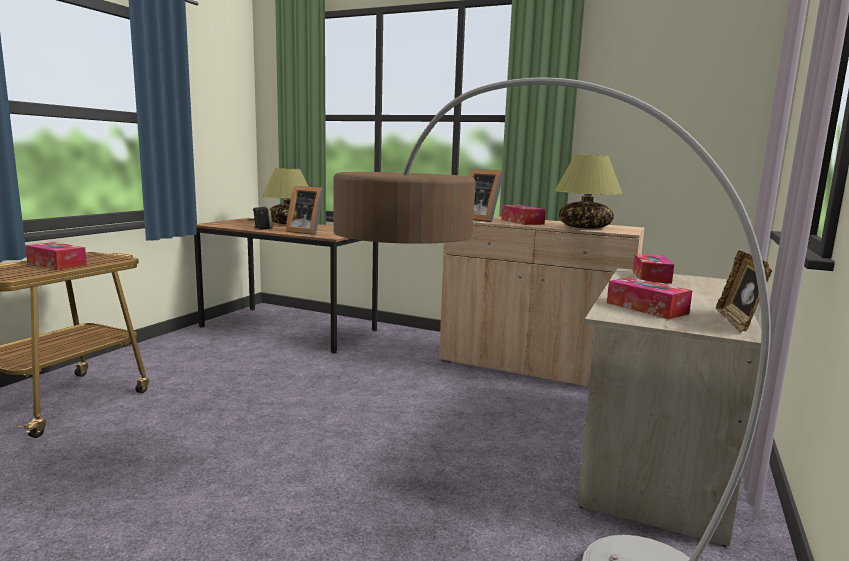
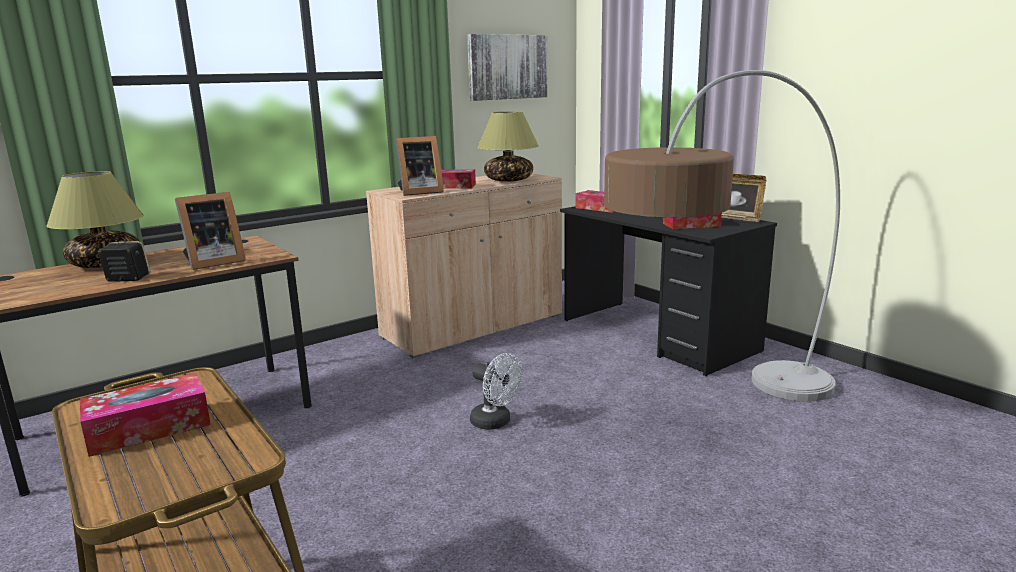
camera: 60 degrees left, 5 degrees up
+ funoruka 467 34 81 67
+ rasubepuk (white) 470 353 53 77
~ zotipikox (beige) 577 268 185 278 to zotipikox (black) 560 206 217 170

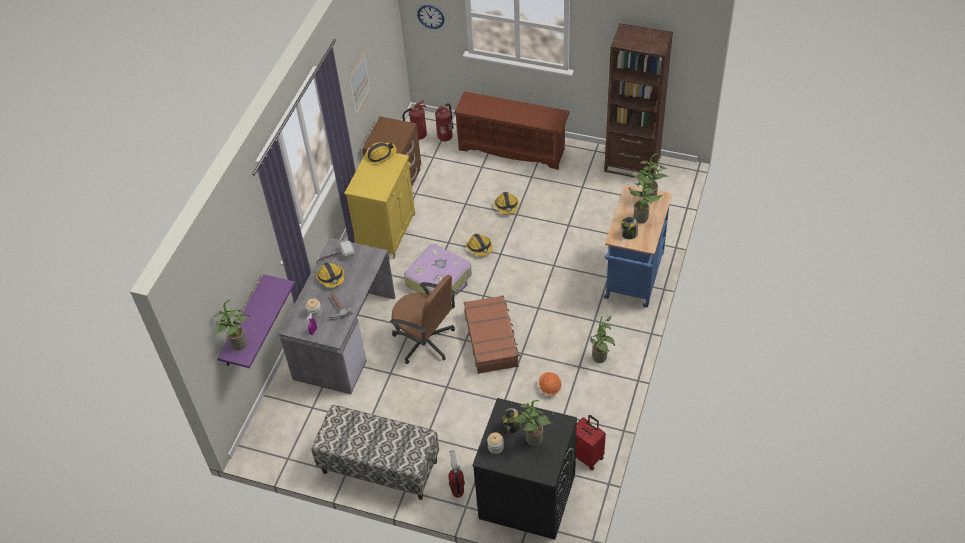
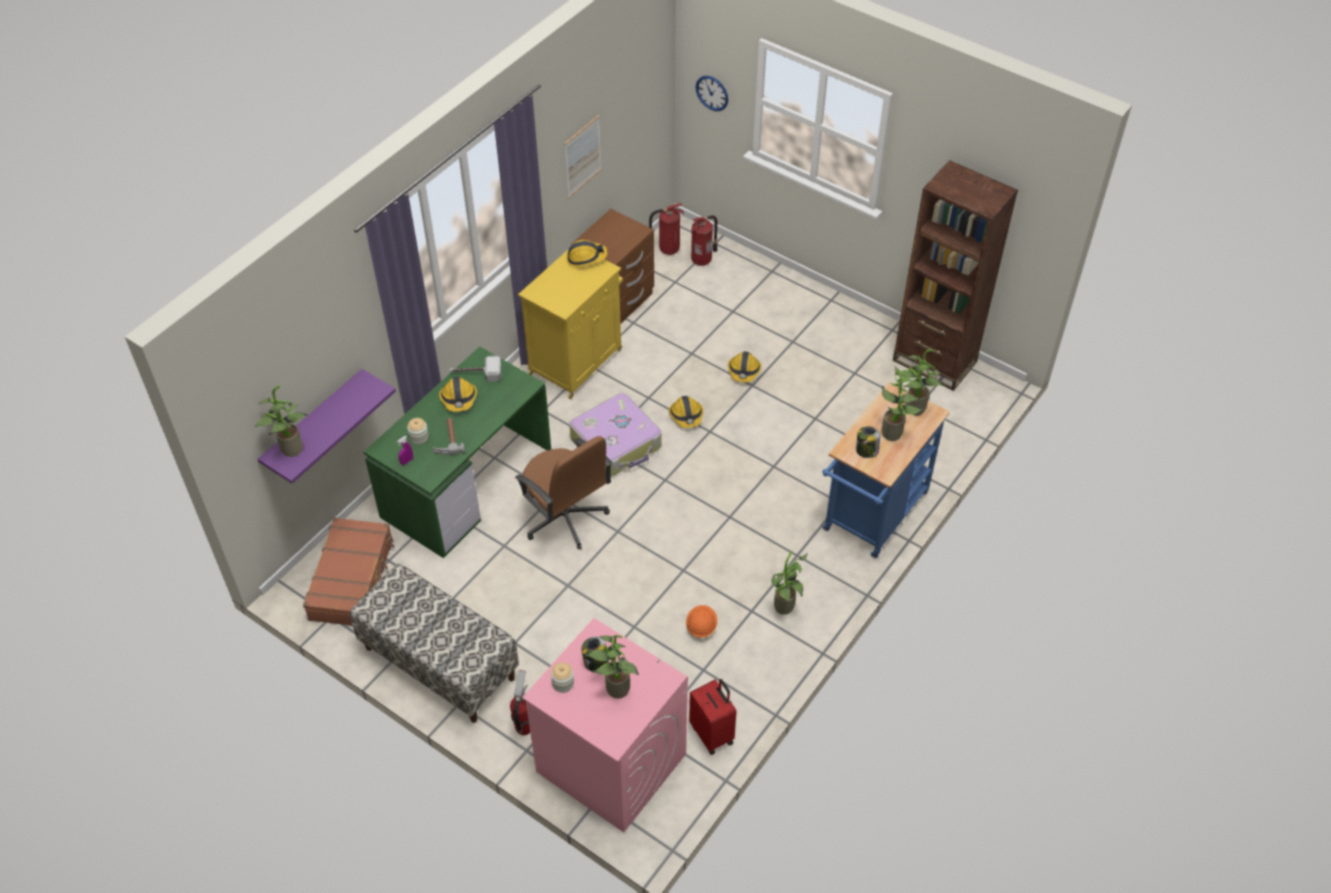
camera: 15 degrees right, 0 degrees up
~ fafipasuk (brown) 464 295 57 79 to 303 517 92 109
~ zotipikox (grey) 279 238 117 156 to zotipikox (green) 364 347 187 211
~ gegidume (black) 472 398 105 142 to gegidume (pink) 522 618 166 214
- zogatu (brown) 453 92 117 78

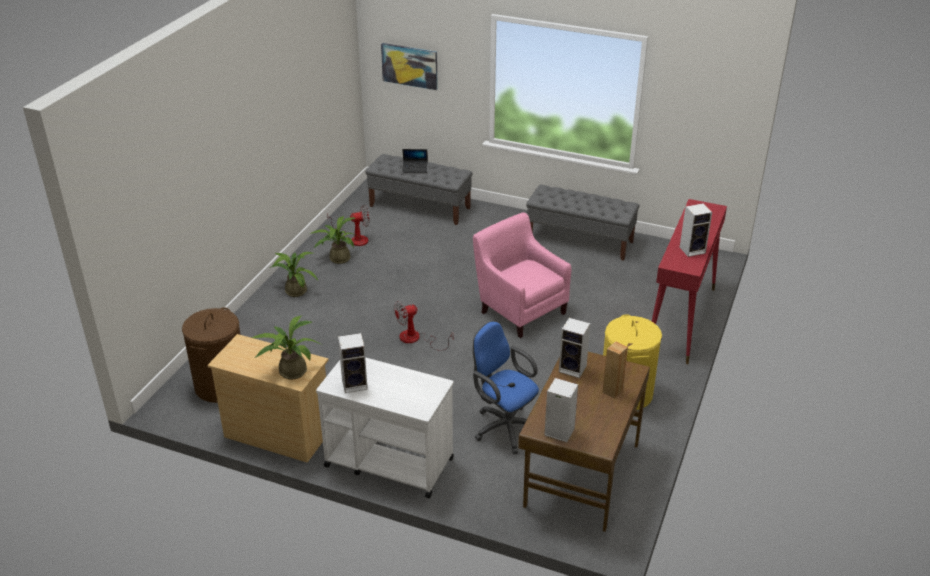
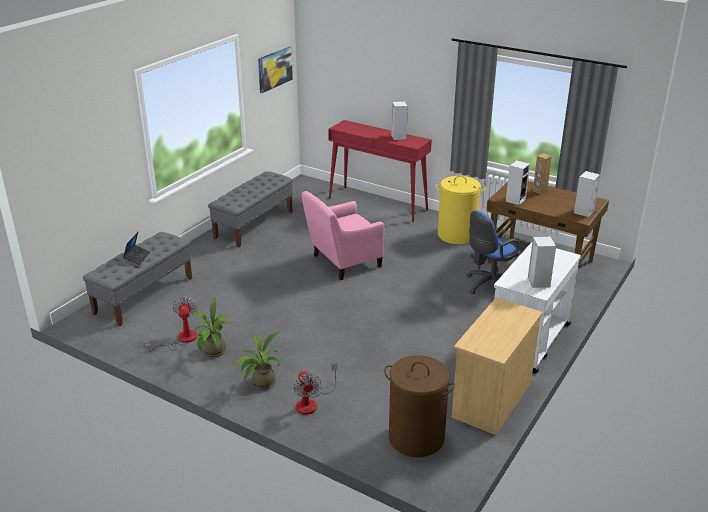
camera: 80 degrees left, 5 degrees down
~ funoruka 381 43 57 47 to 258 46 35 47
~ rasubepuk 394 301 59 50 to 294 363 43 52
- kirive 251 316 71 63

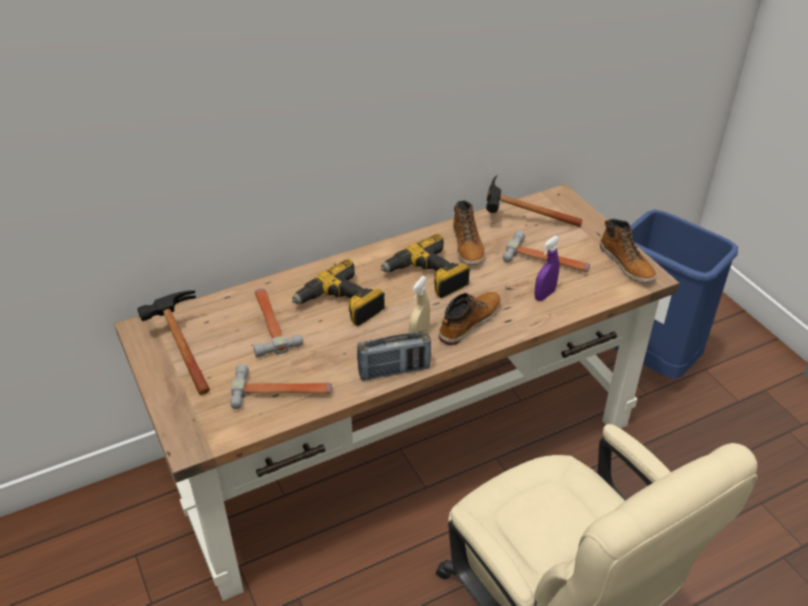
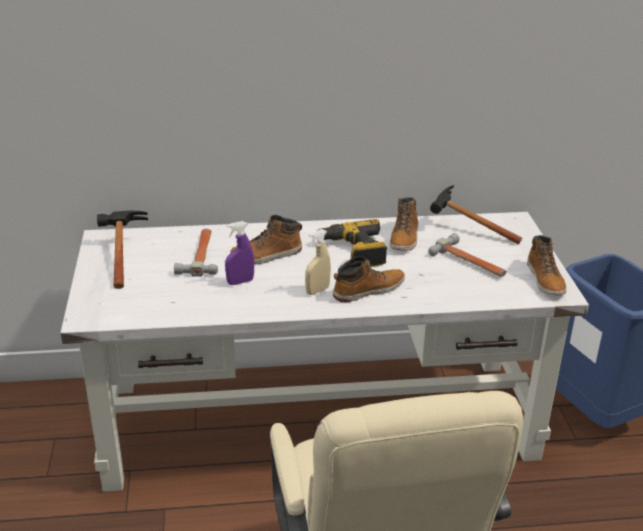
camera: 20 degrees right, 10 degrees down
~ zotipikox (brown) 114 184 565 417 to zotipikox (white) 61 212 528 280
~ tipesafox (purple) 534 236 26 65 to 225 221 29 64
~ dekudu 292 259 93 67 to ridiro 230 215 72 49
- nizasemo 230 364 102 45
- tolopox 357 331 74 50

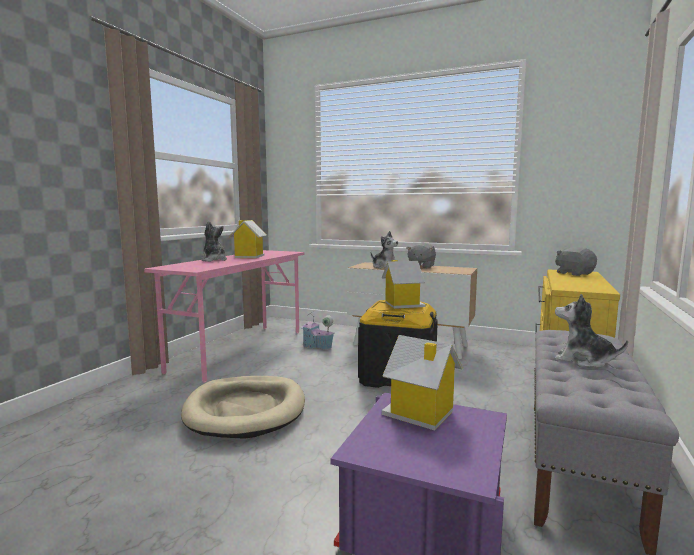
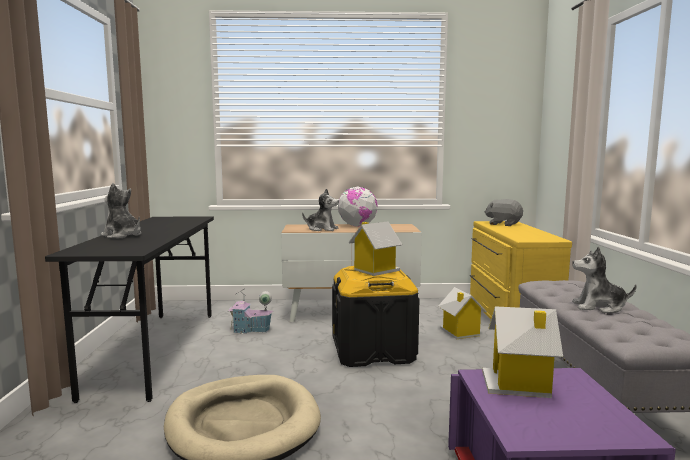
camera: 25 degrees left, 0 degrees up
~ zotipikox (pink) 144 250 160 133 to zotipikox (black) 45 216 169 187
~ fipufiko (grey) 406 243 30 26 to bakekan 338 187 40 40
~ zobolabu 229 220 38 38 to 438 287 49 52

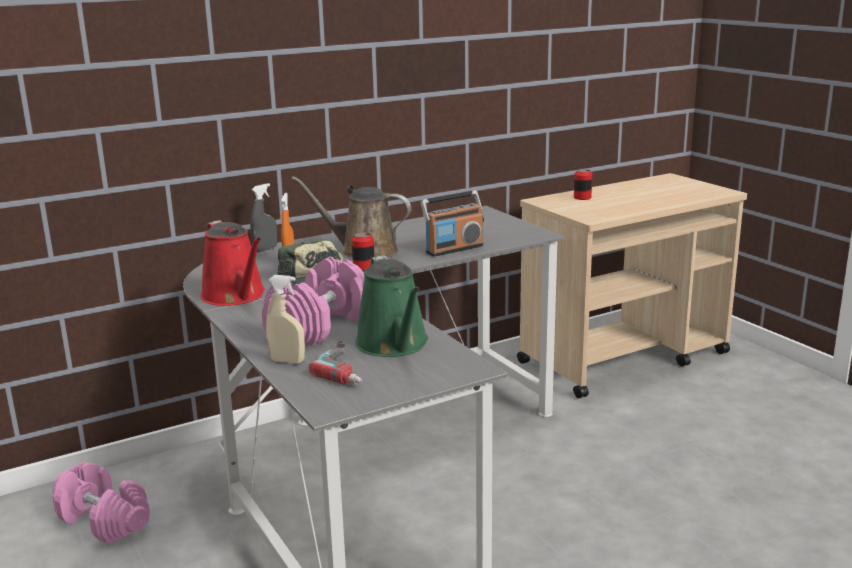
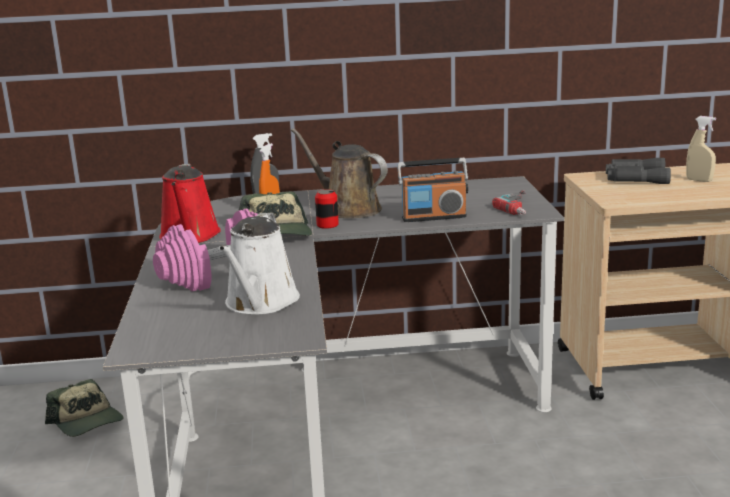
camera: 25 degrees right, 0 degrees up
~ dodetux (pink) 52 462 98 82 to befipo 45 379 79 58
~ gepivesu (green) 355 255 73 102 to gepivesu (white) 219 213 81 102
~ dekudu 309 341 53 43 to 492 190 34 25
~ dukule 574 169 18 31 to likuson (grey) 606 158 65 26
~ tipesafox (beige) 266 275 39 89 to 686 116 30 66

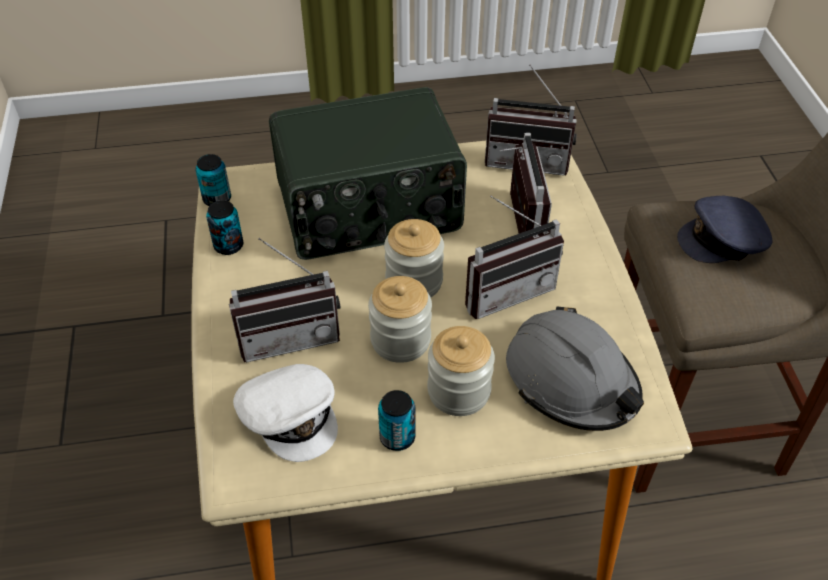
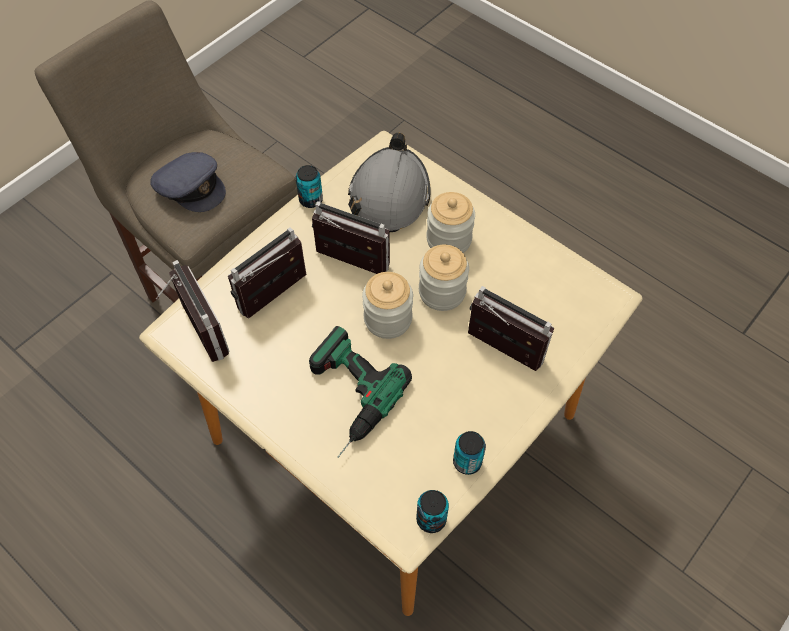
camera: 130 degrees left, 10 degrees up
~ dukule 378 390 38 61 to 296 165 27 43
~ tolopox 269 87 198 173 to dekudu 309 326 103 132
- befipo (white) 233 364 105 98

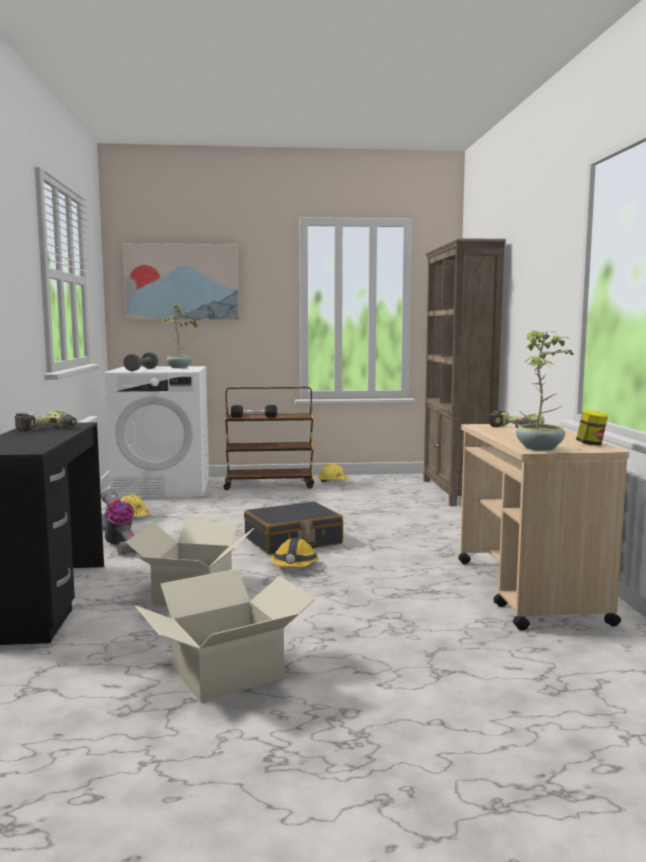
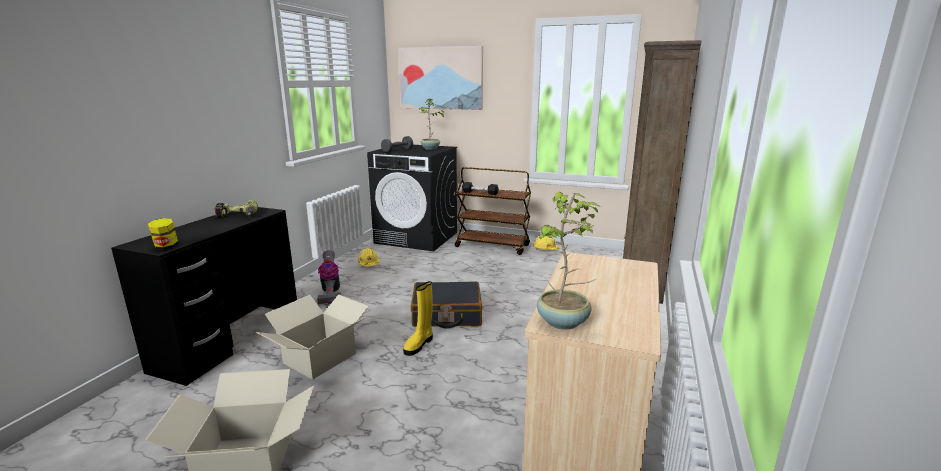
camera: 25 degrees right, 10 degrees up
~ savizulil 576 410 32 35 to 148 218 31 32
~ gegidume (white) 105 366 104 132 to gegidume (black) 367 145 90 106
~ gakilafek 271 538 48 29 to ridiro (yellow) 403 281 30 75
- dekudu 489 410 55 18

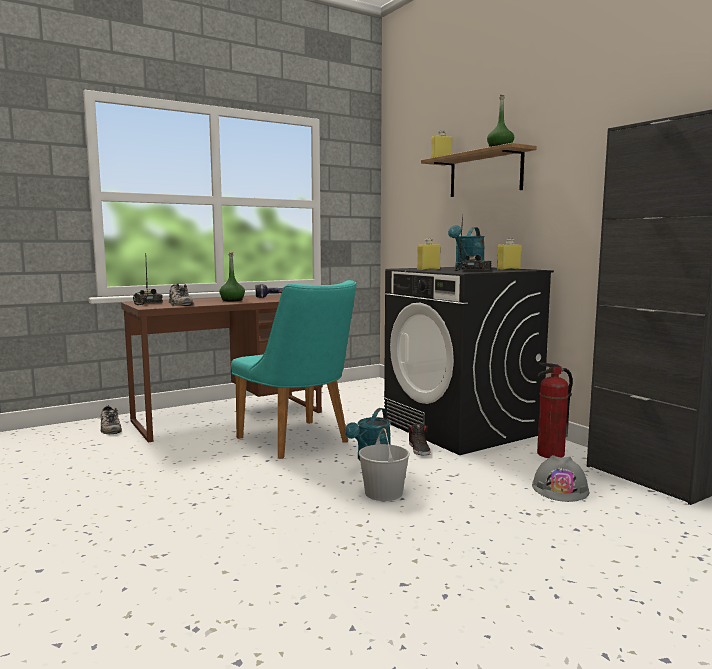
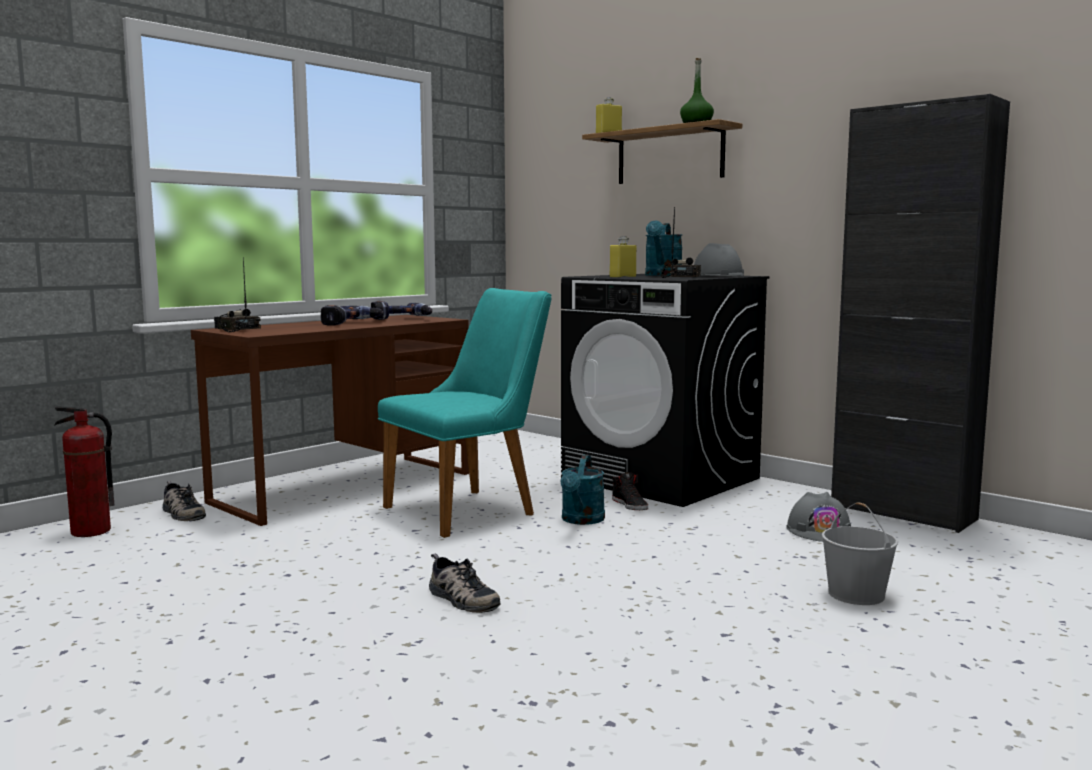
camera: 15 degrees left, 0 degrees up
~ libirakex 537 362 36 96 to 54 406 60 131
~ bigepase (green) 219 252 26 49 to dekudu 321 305 63 21
~ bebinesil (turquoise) 231 280 125 179 = 378 288 173 250 75 degrees counterclockwise
~ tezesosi 169 284 25 22 to 429 554 71 59
~ bigepase (yellow) 497 238 24 32 to gakilafek (grey) 694 243 50 33
~ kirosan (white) 359 428 51 73 to 822 502 76 103

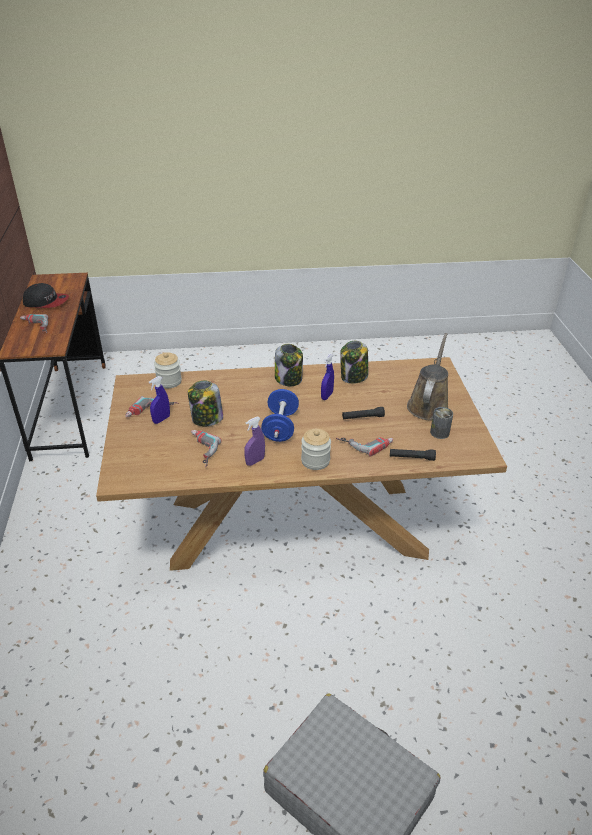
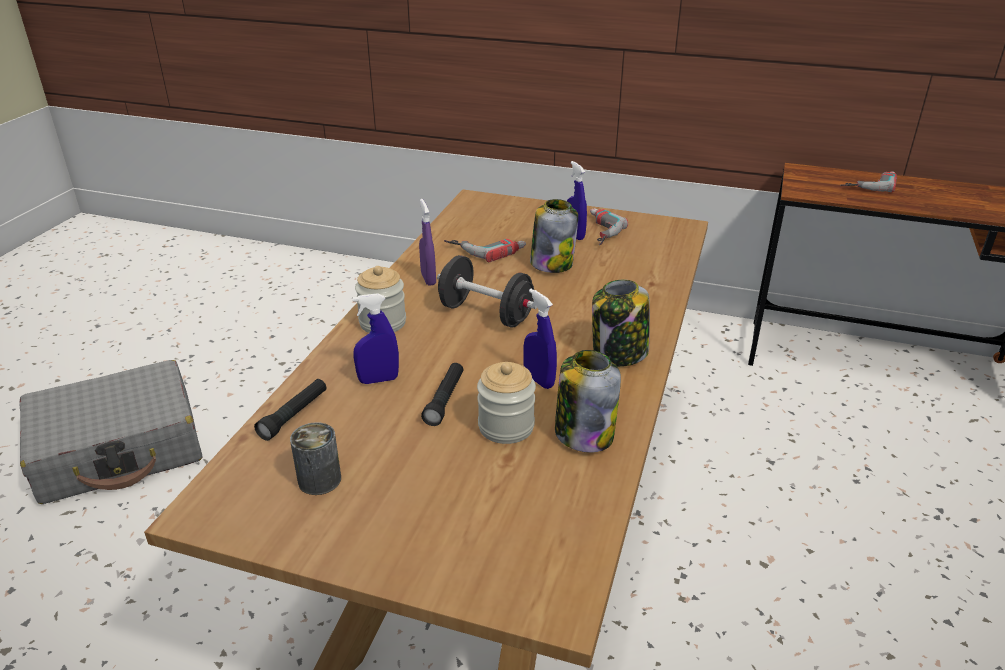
camera: 115 degrees right, 5 degrees down
~ dekudu 336 437 57 20 to tipesafox (blue) 353 293 46 91
~ dodetux (blue) 261 389 38 53 to dodetux (black) 437 255 100 73
~ savizulil 154 352 28 36 to 477 362 59 82
- befipo 23 283 46 25
- gepivesu (brown) 407 333 41 87

